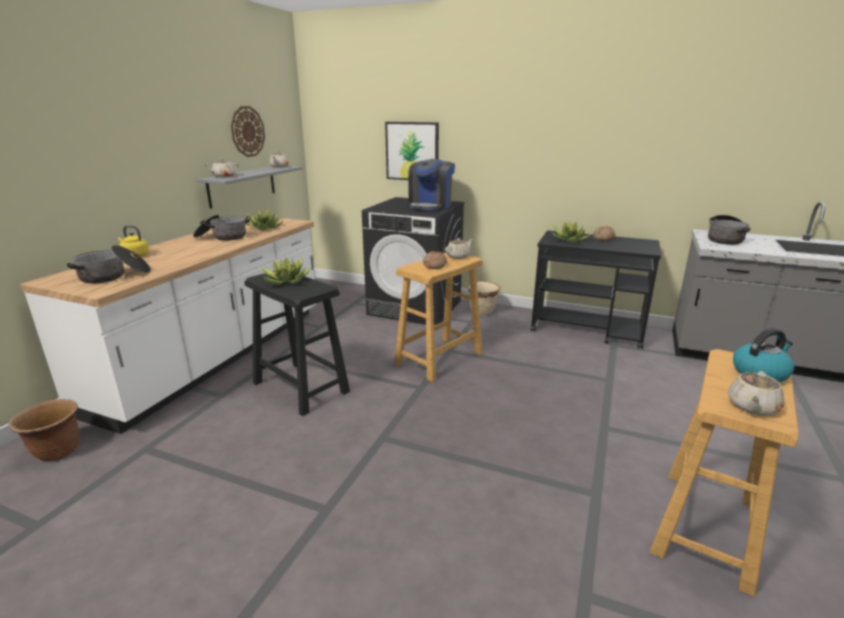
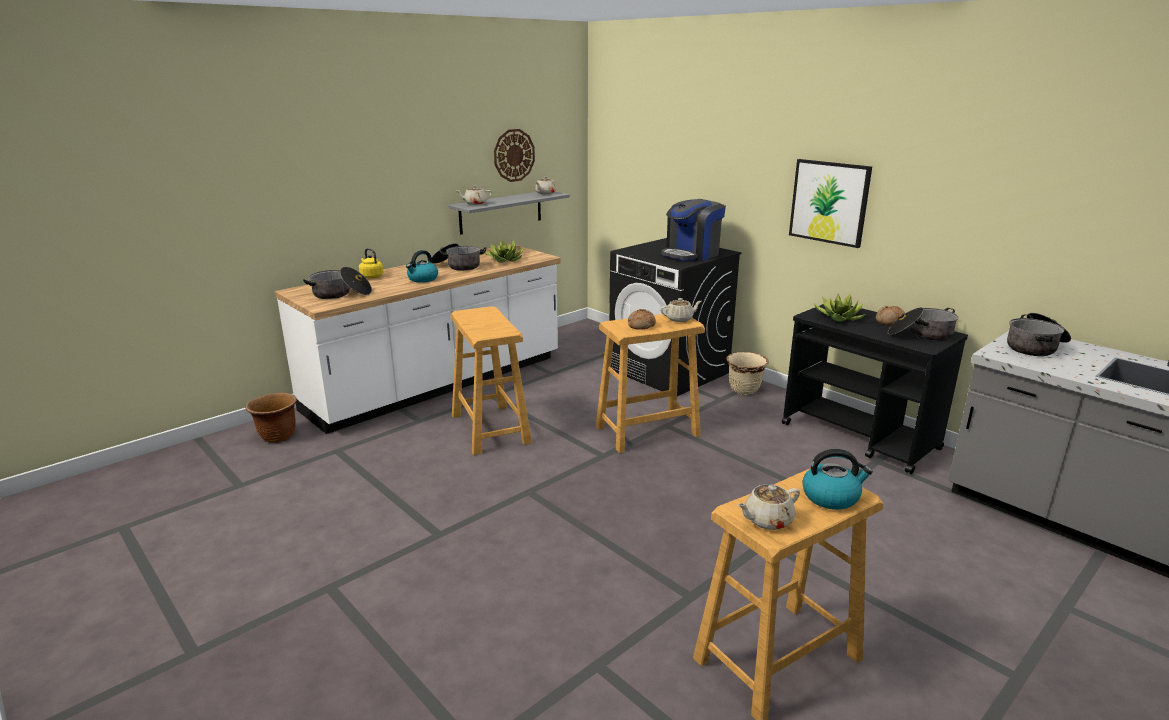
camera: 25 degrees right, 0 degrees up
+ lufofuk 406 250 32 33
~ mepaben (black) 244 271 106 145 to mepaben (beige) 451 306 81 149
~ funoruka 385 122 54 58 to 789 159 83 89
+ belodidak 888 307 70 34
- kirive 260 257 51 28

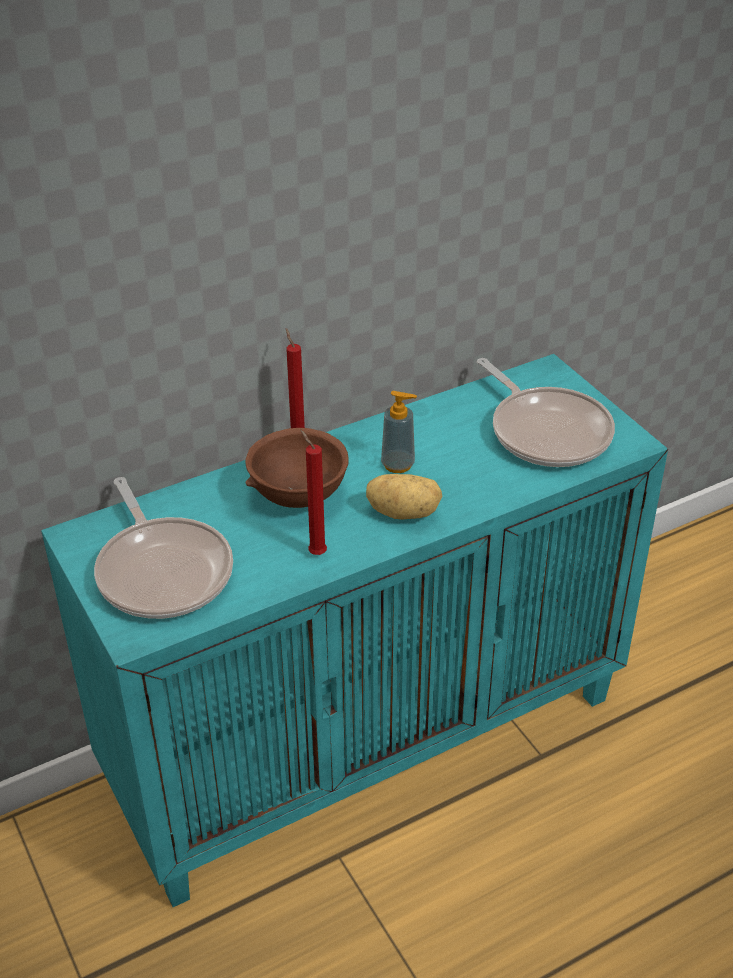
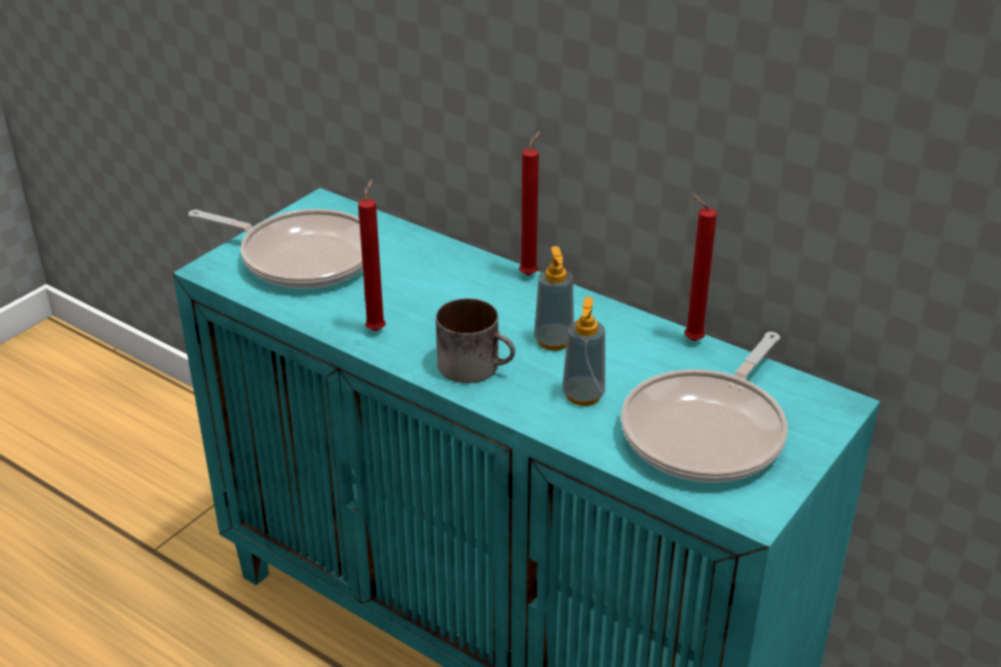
camera: 65 degrees right, 5 degrees down
~ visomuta 94 477 139 142 = 188 209 175 80 105 degrees counterclockwise
~ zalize 366 474 76 46 to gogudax 436 298 79 85
+ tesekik 562 297 43 109
+ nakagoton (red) 684 194 33 147
- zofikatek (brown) 245 428 104 80

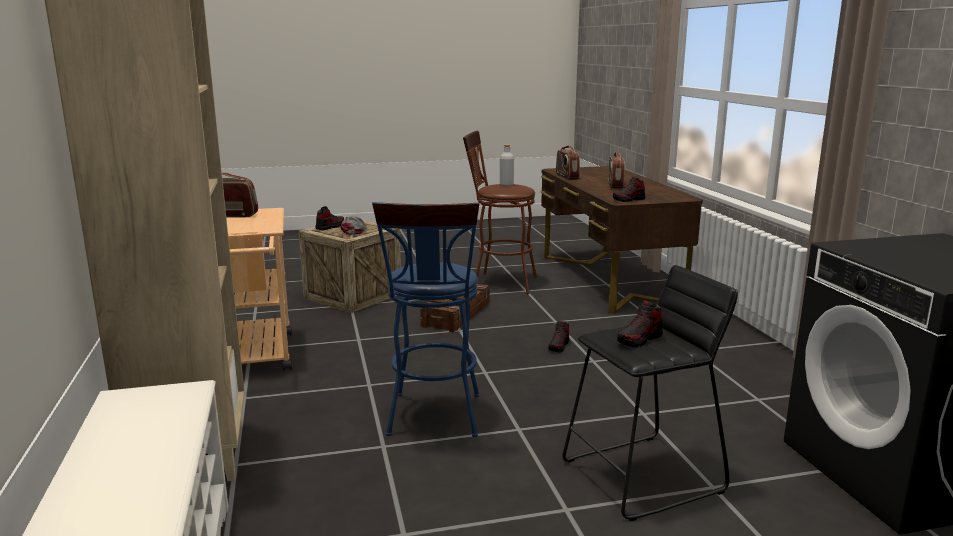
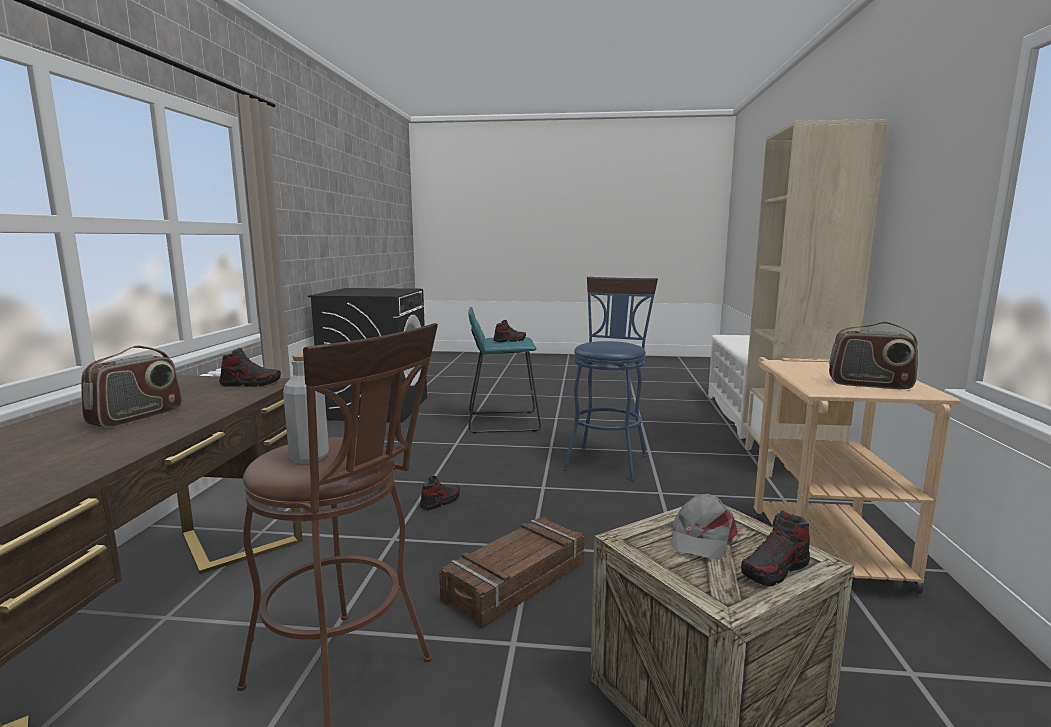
camera: 160 degrees left, 5 degrees down
~ mepaben (black) 562 265 176 256 to mepaben (turquoise) 468 307 73 126
- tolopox 556 146 24 34

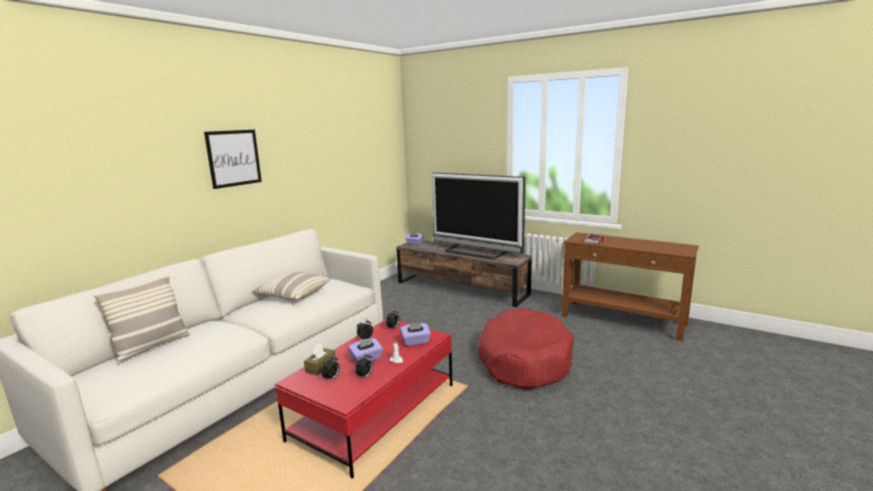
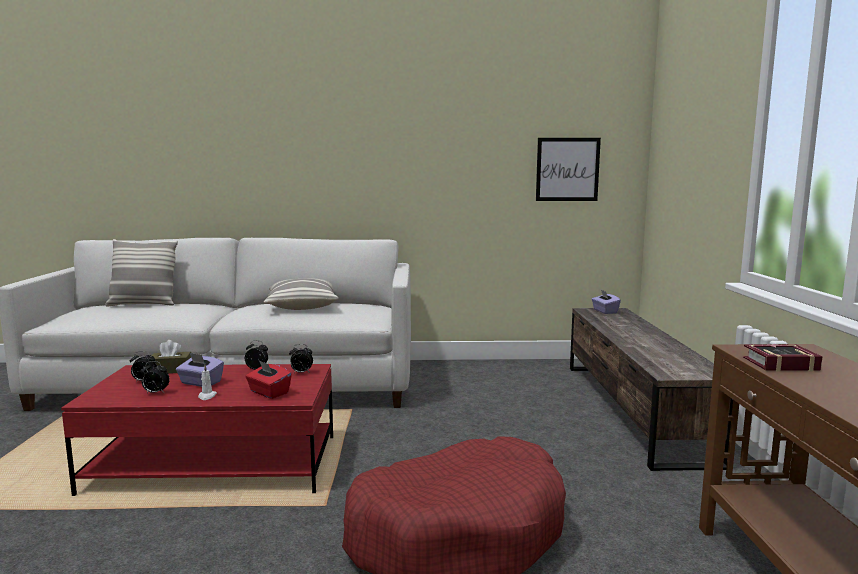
camera: 55 degrees right, 5 degrees down
~ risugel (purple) 400 323 31 23 to risugel (red) 246 361 46 38
~ funoruka 204 130 58 59 to 536 138 65 63
- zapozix 432 173 93 87

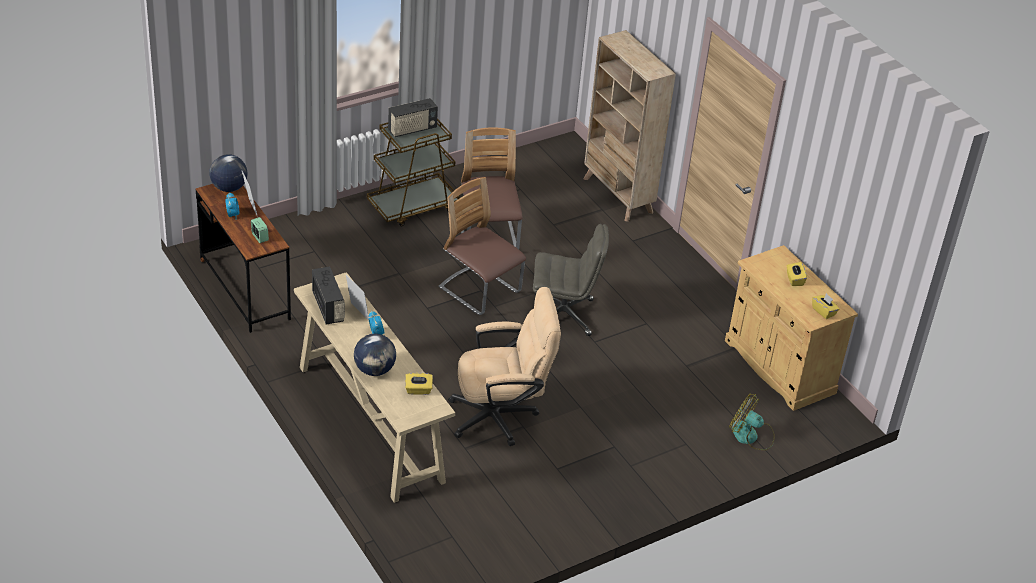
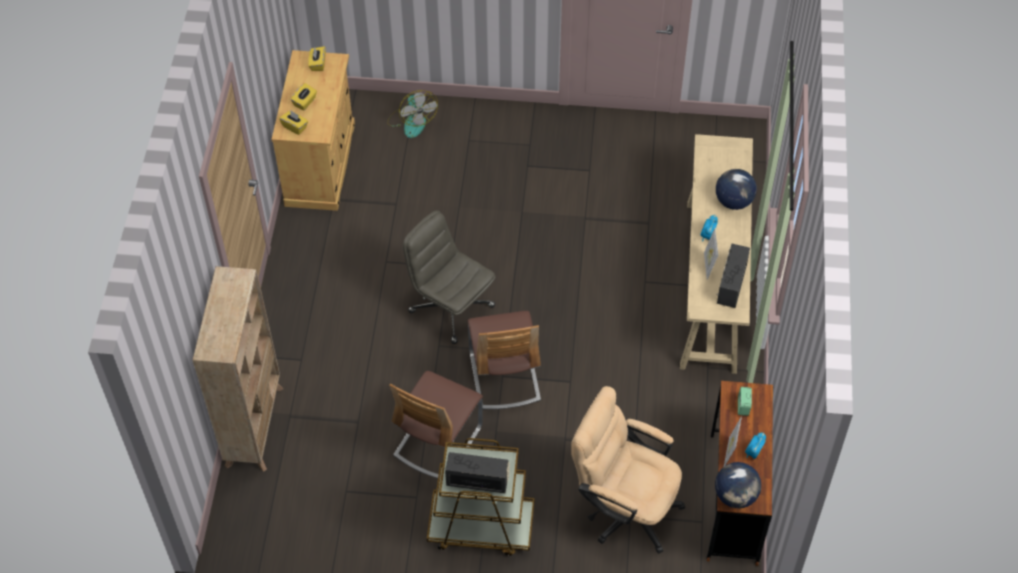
camera: 140 degrees left, 15 degrees up
~ risugel (yellow) 405 373 28 22 to 279 111 29 24
~ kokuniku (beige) 448 287 113 159 to 571 386 114 168

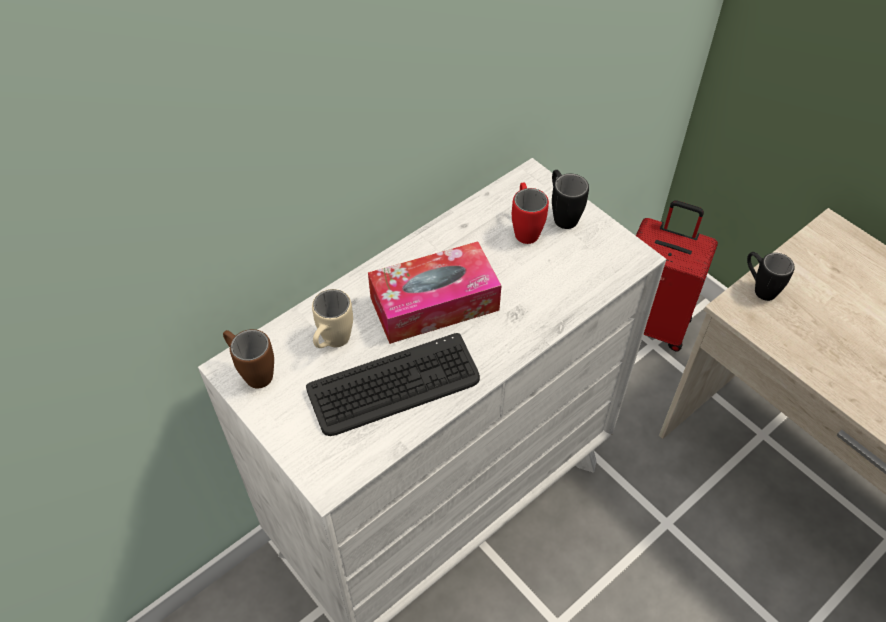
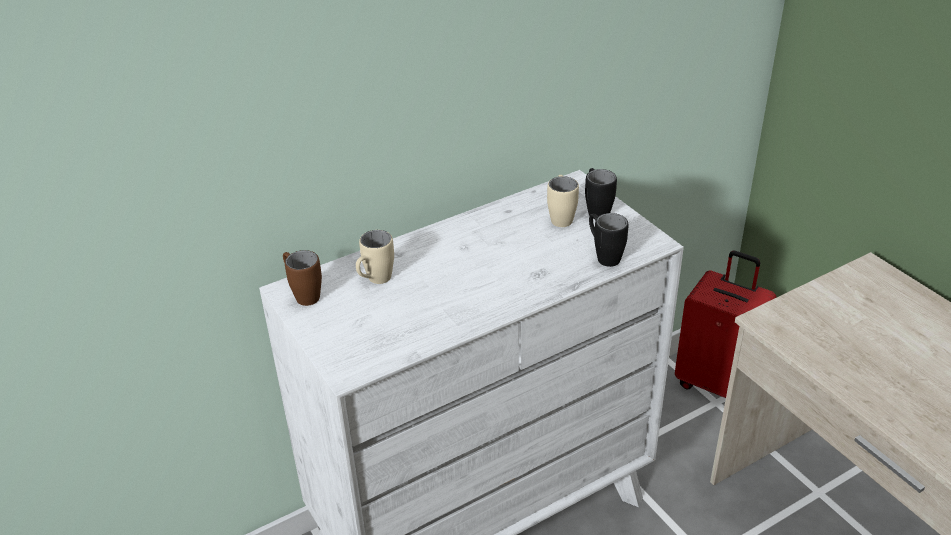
camera: 10 degrees right, 15 degrees down
~ gogudax (red) 512 182 37 62 to gogudax (beige) 547 175 32 52
~ gogudax (black) 747 252 48 49 to 589 213 39 54
- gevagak 306 333 174 103
- risugel 368 241 134 103

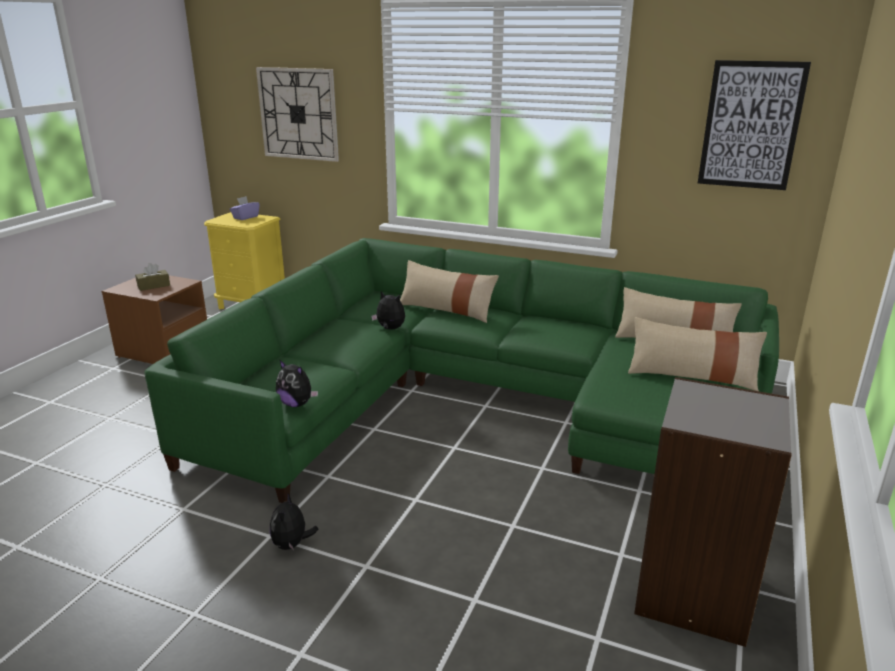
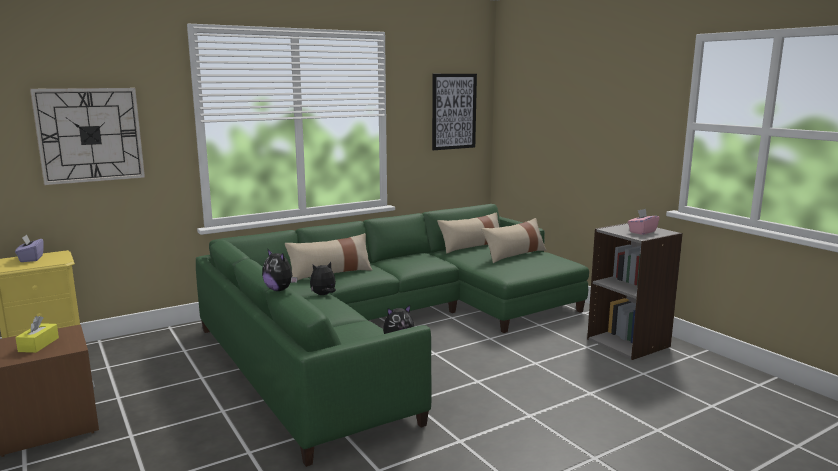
camera: 55 degrees left, 10 degrees down
~ risugel (brown) 135 263 35 28 to risugel (yellow) 15 316 44 37
~ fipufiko 270 493 48 58 to 262 249 36 42
+ risugel (pink) 628 209 32 26

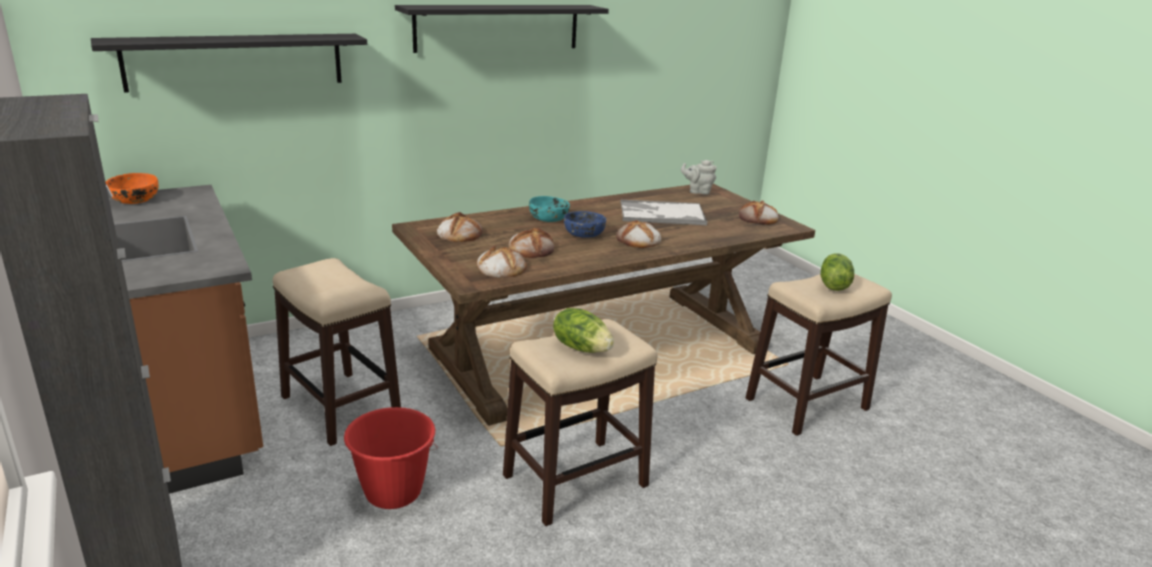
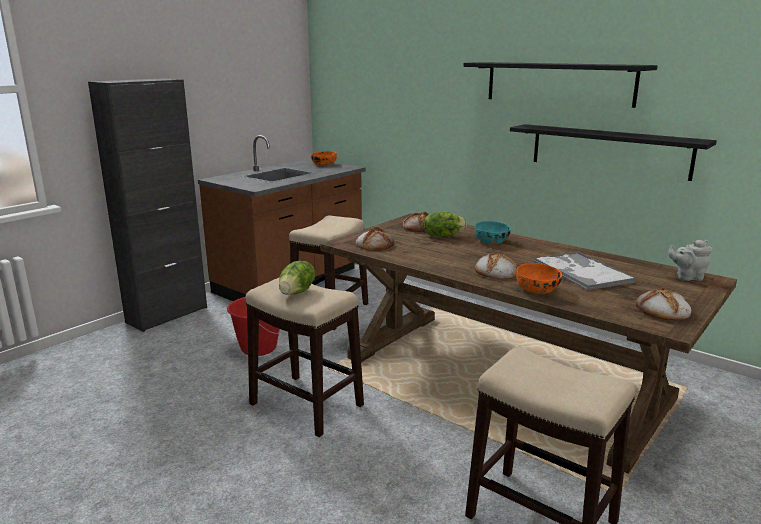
camera: 70 degrees right, 5 degrees down
~ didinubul 820 253 34 38 to 424 211 43 26
~ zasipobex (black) 91 34 276 59 to 510 124 207 57
+ zofikatek (orange) 516 263 46 31
~ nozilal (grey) 681 160 35 35 = 668 240 44 41 75 degrees counterclockwise
- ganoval 509 228 45 30
- zofikatek (blue) 564 211 42 27

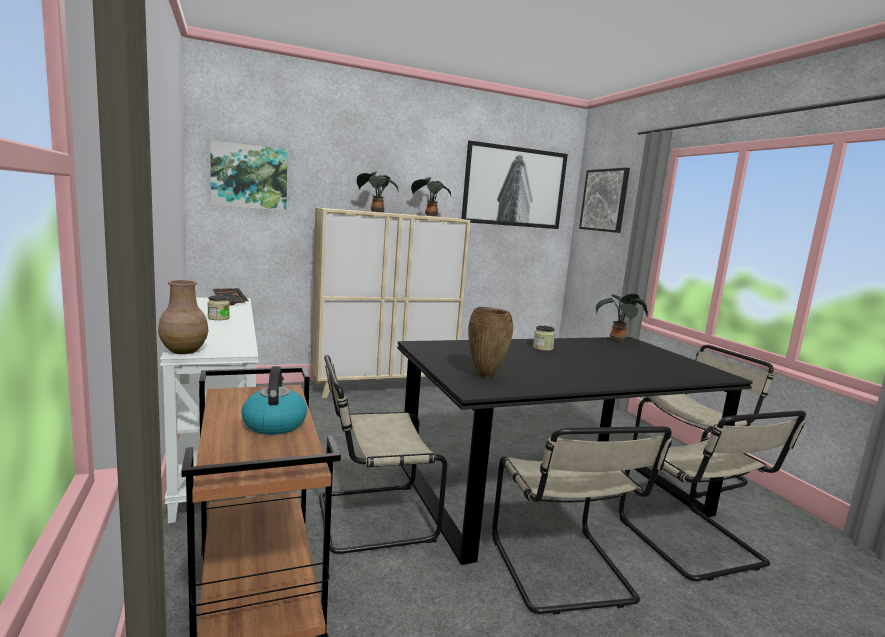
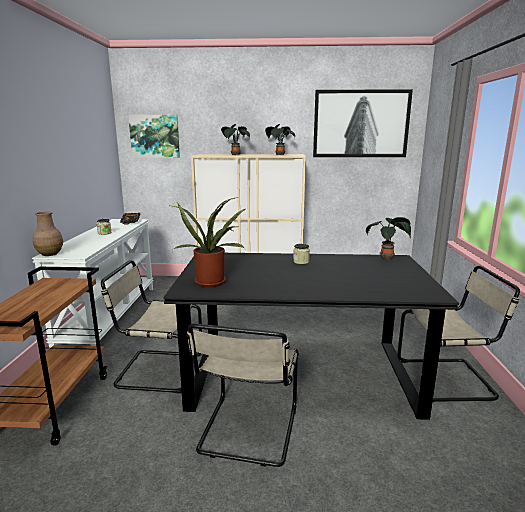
camera: 25 degrees right, 5 degrees up
~ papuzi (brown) 468 307 45 71 to kirive 173 197 75 90
- lufofuk 242 366 65 69
- funoruka 579 168 51 65
- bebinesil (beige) 619 411 187 170

